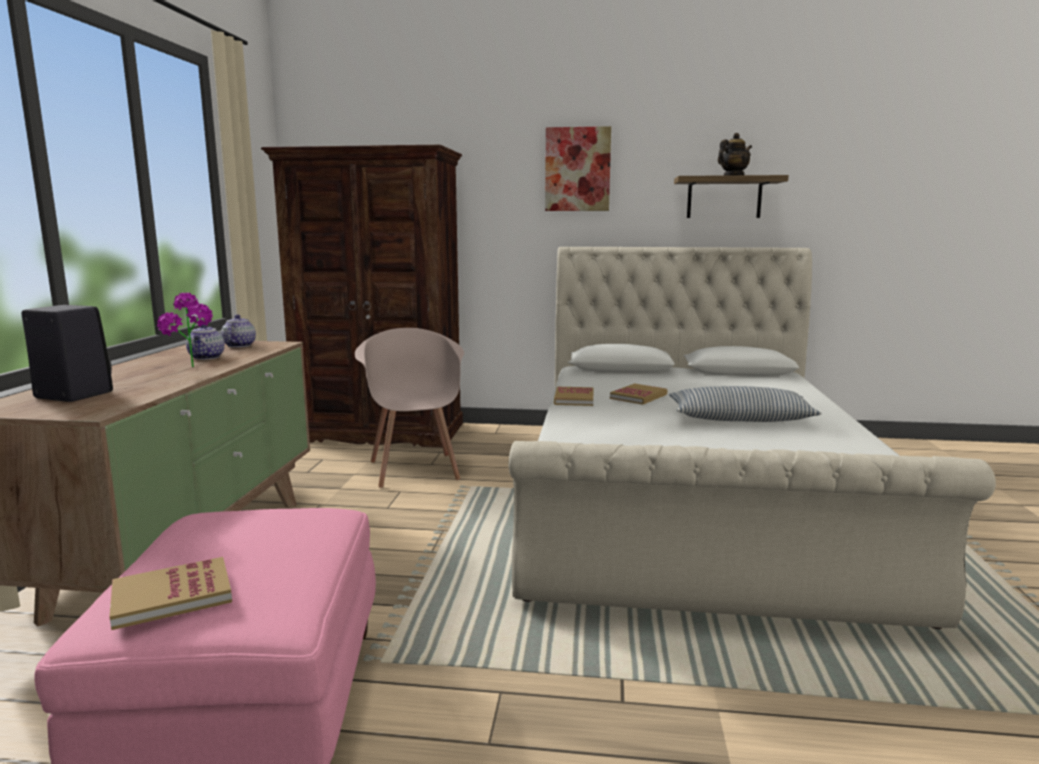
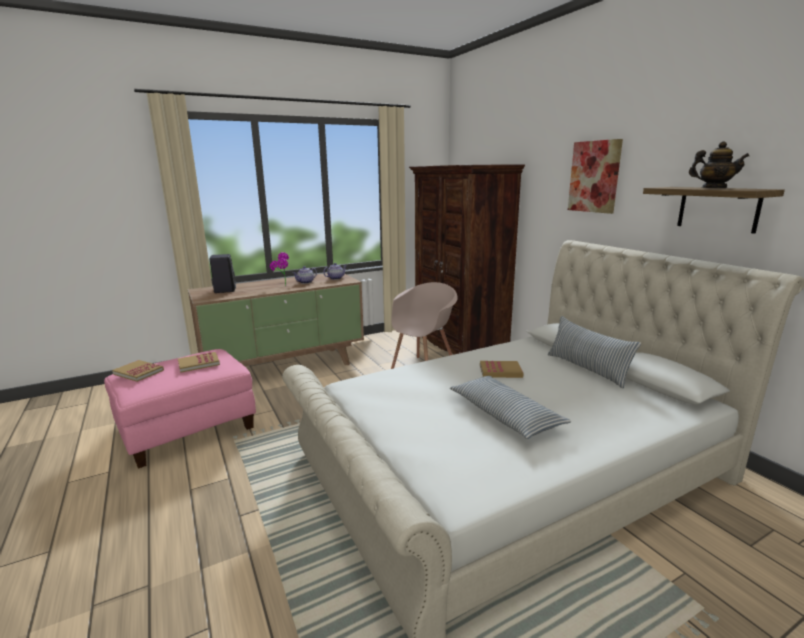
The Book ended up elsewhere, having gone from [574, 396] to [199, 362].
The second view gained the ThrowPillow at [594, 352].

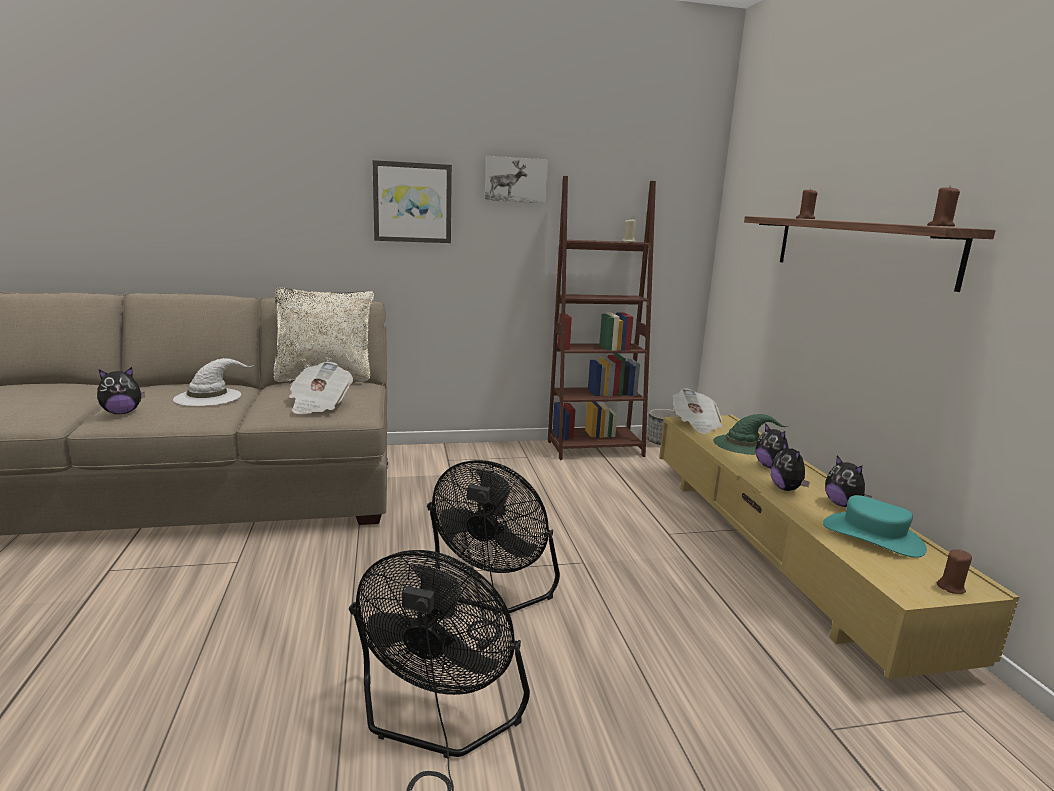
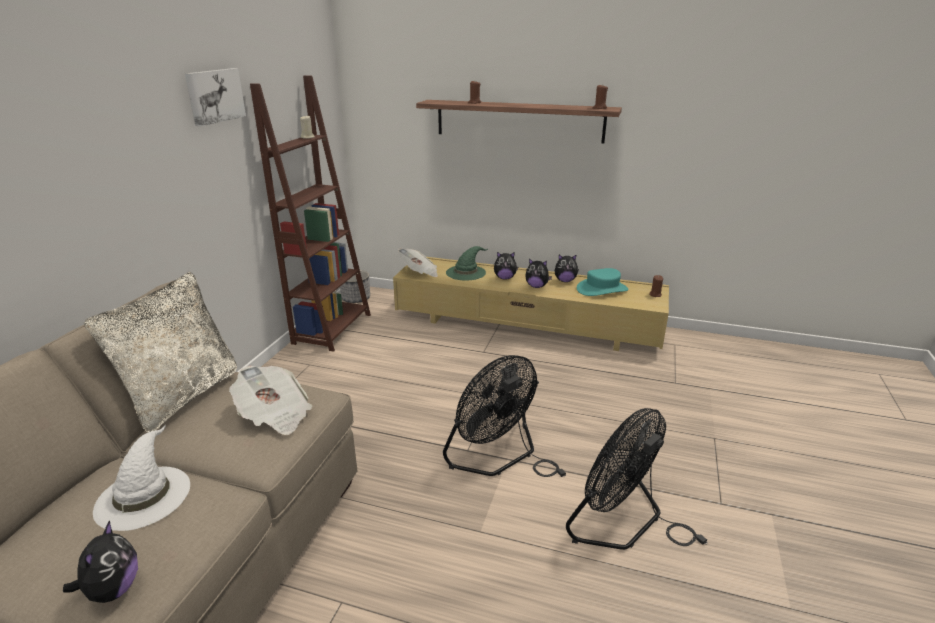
The second view lost the Picture at [412, 201].

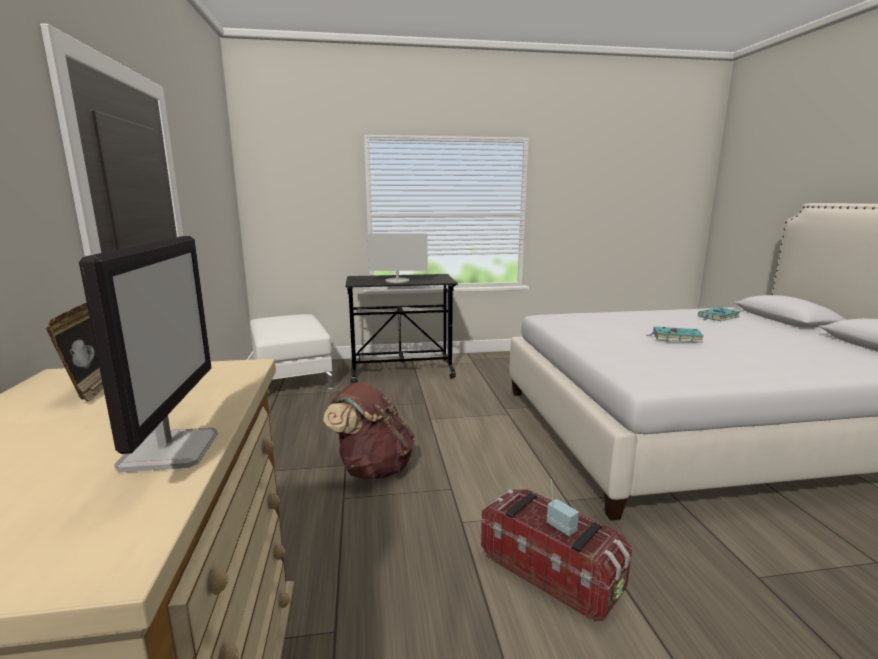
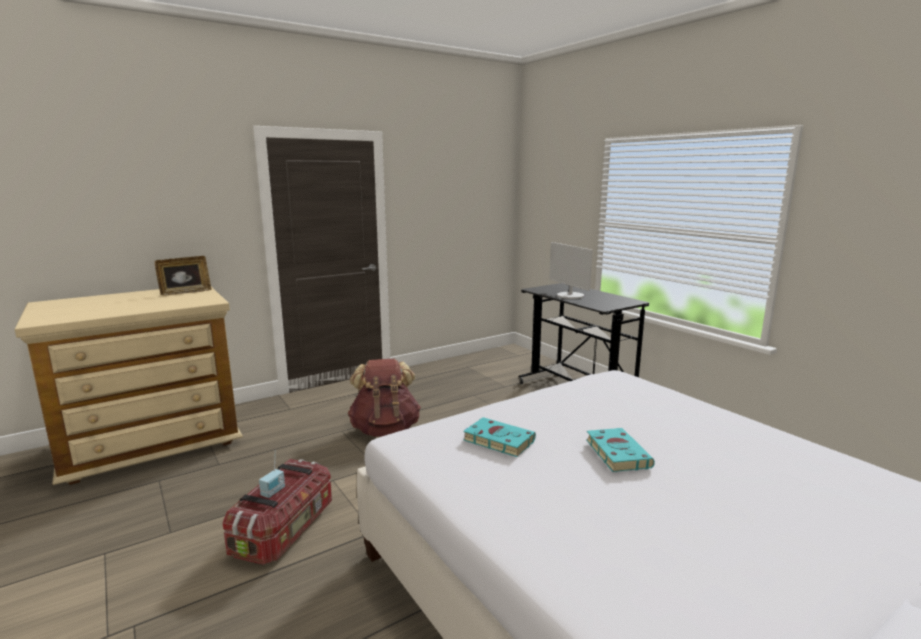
The second view lost the ComputerScreen at [148, 354].
The second view lost the WhitishOttoman at [291, 351].
The TurquoiseBook ended up elsewhere, having gone from [719, 314] to [499, 437].

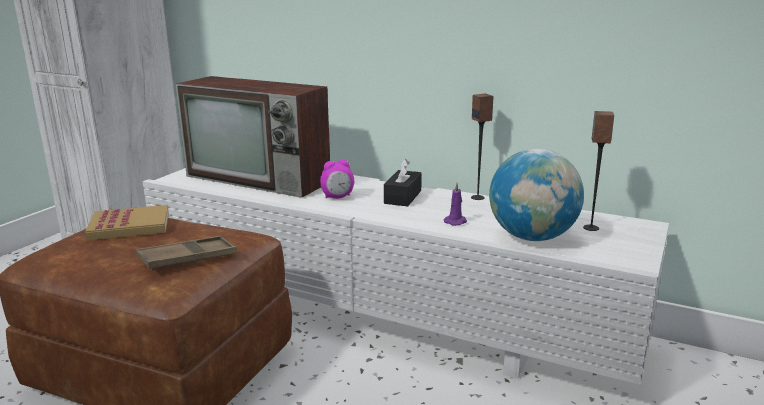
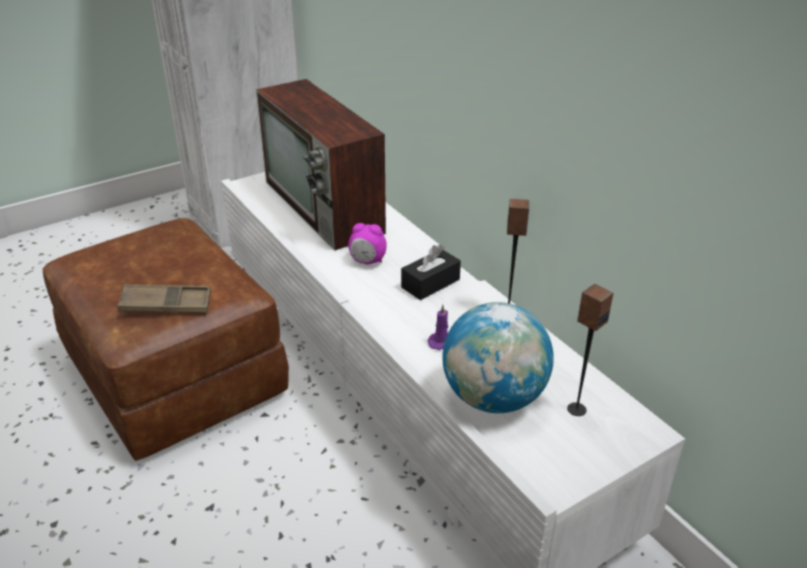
The second view lost the Book at [127, 222].

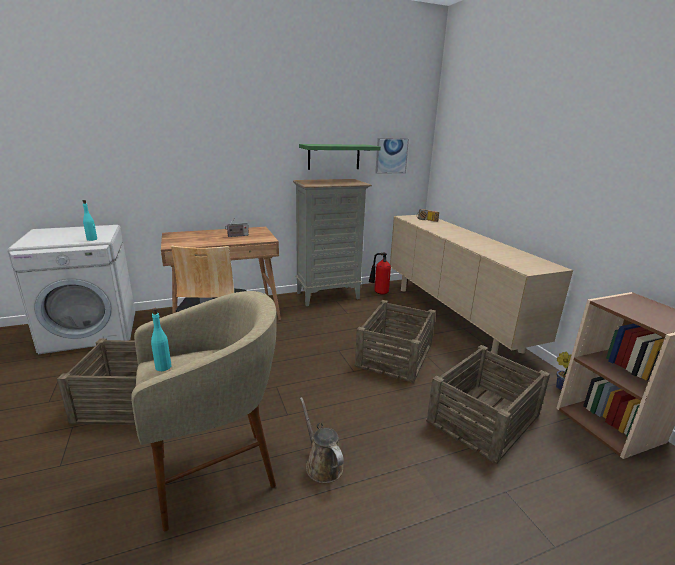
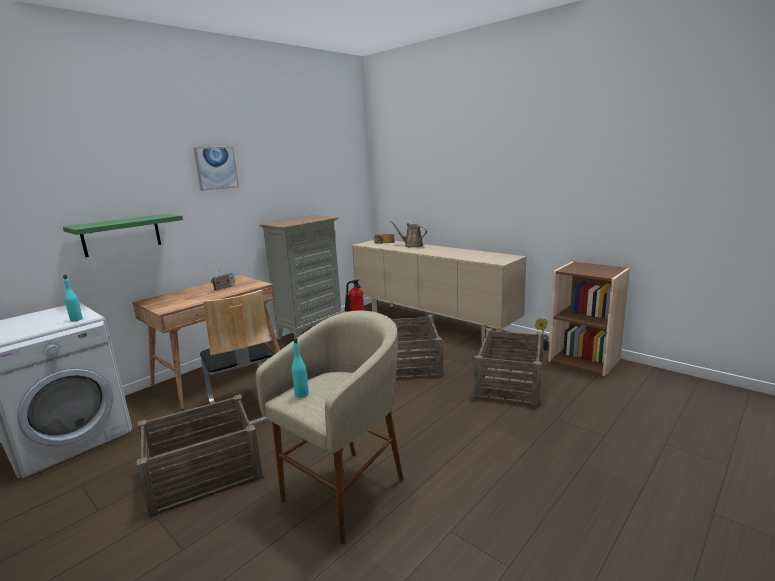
The GreenishShelf ended up elsewhere, having gone from [340, 157] to [123, 235].
The BrownColouredSprinklingCan ended up elsewhere, having gone from [322, 440] to [408, 234].
The Picture ended up elsewhere, having gone from [392, 156] to [216, 169].

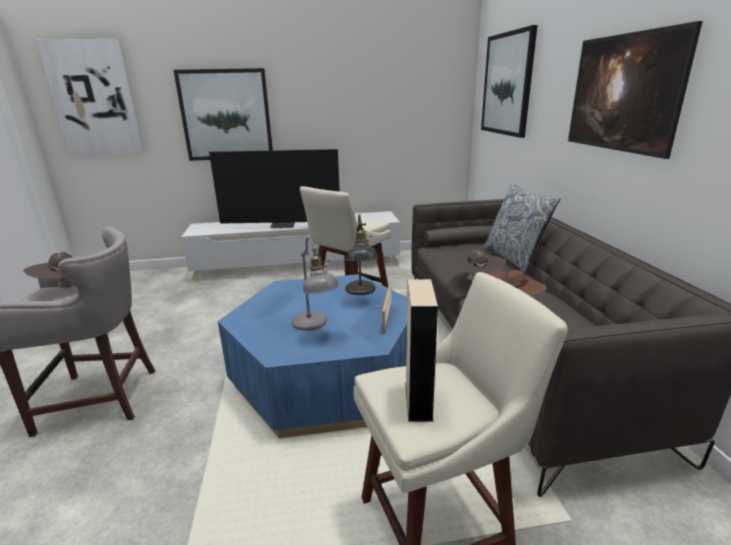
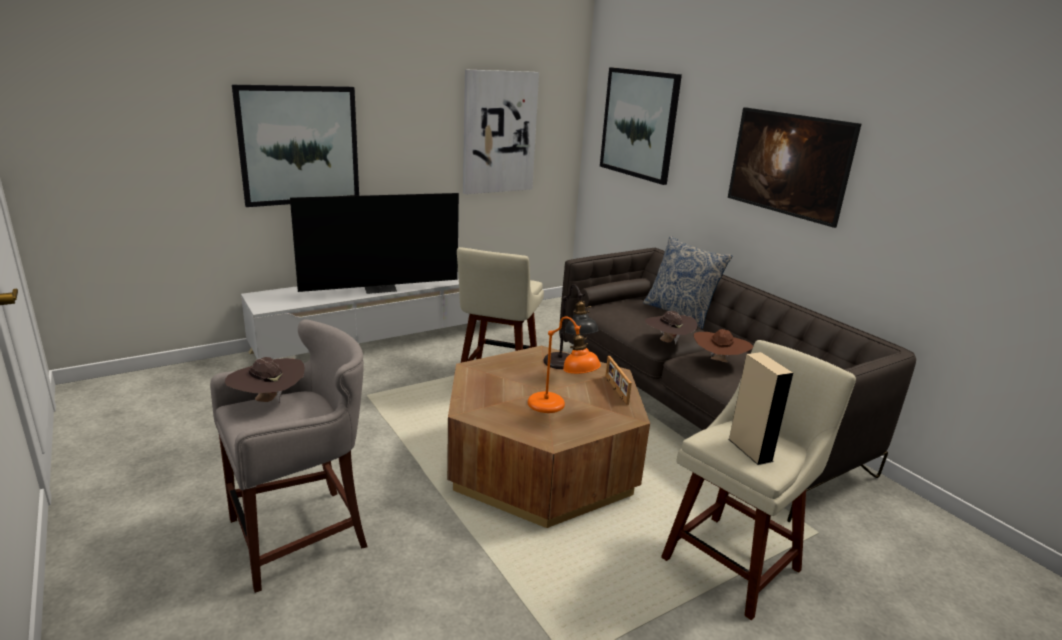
The Picture ended up elsewhere, having gone from [90, 97] to [501, 131].
What was the BlueColouredCoffeeTable at [312, 356] turned into the BrownColouredCoffeeTable at [548, 437].
What was the GreyishTableLamp at [315, 284] turned into the OrangeColouredTableLamp at [564, 365].

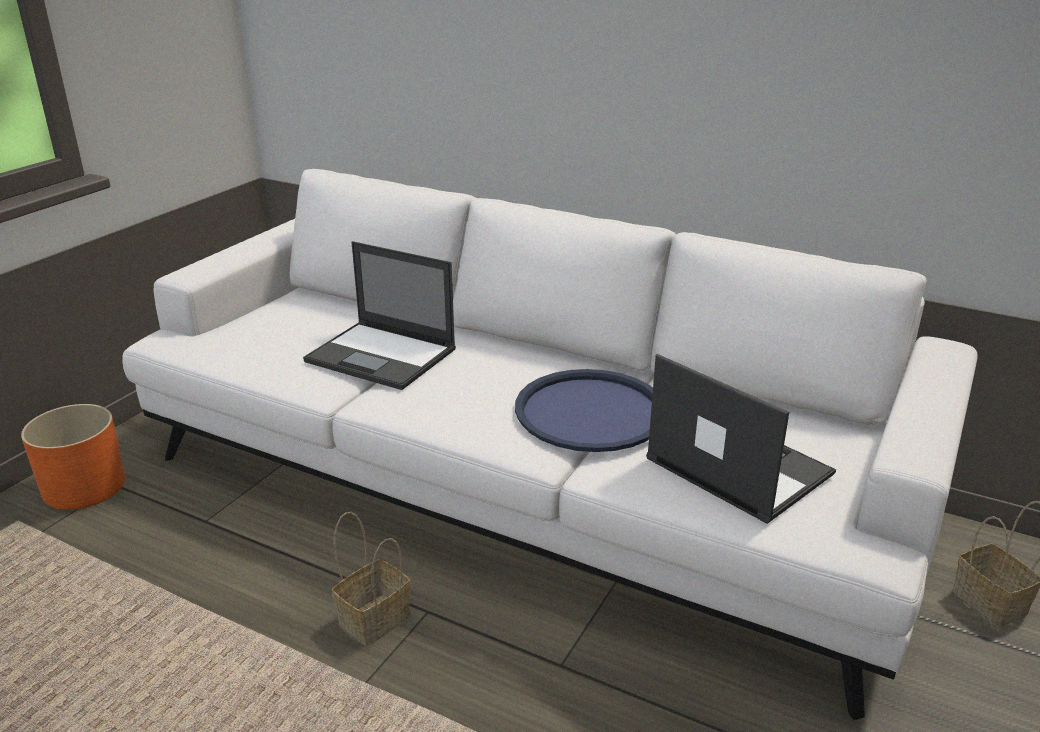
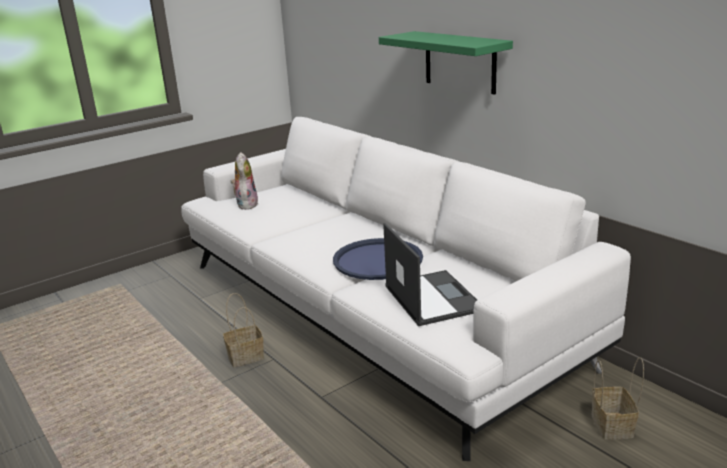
The second view lost the OrangeColouredPlantPot at [73, 457].
The second view lost the Laptop at [379, 315].
The second view gained the CuddlyToy at [244, 181].
The second view gained the GreenishShelf at [446, 63].

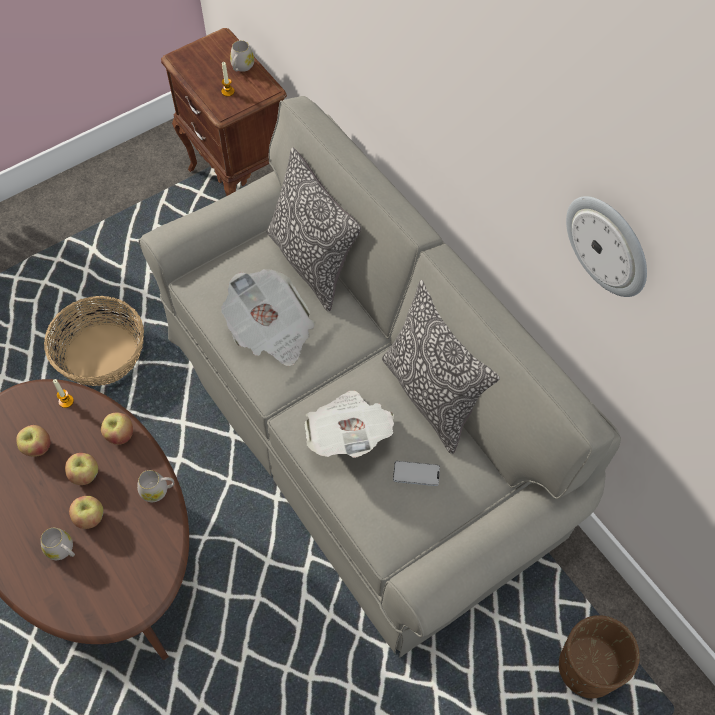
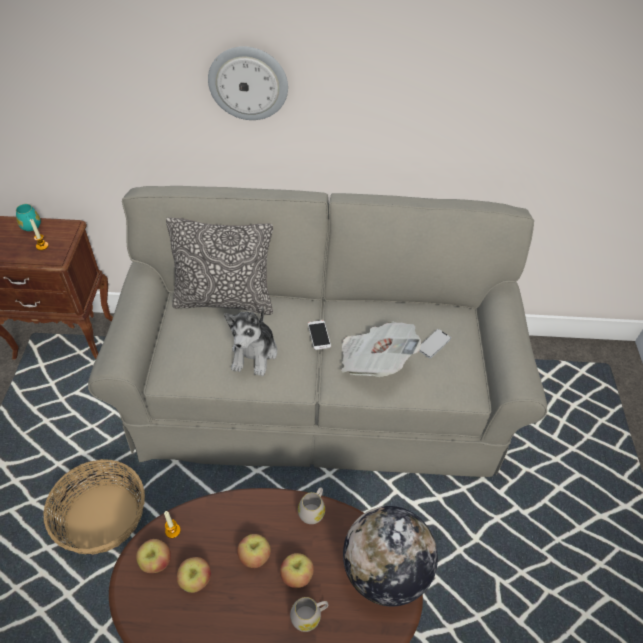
The AppleFruit ended up elsewhere, having gone from [117, 429] to [153, 556].
Where the PrintedPaper stood at [268, 317], the CuddlyToy came to stand at [250, 341].
What was the WhitishMug at [242, 56] turned into the TurquoiseMug at [28, 217].
The second view lost the ThrowPillow at [441, 367].
The second view lost the BrownColouredPlantPot at [599, 656].
The WallClock ended up elsewhere, having gone from [606, 246] to [248, 83].
The second view gained the Handset at [319, 335].
The second view gained the WorldGlobe at [390, 556].

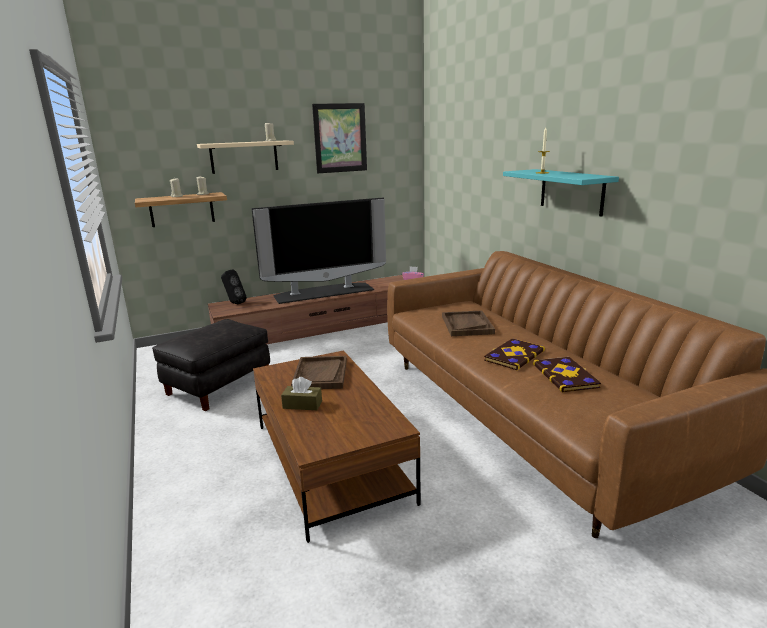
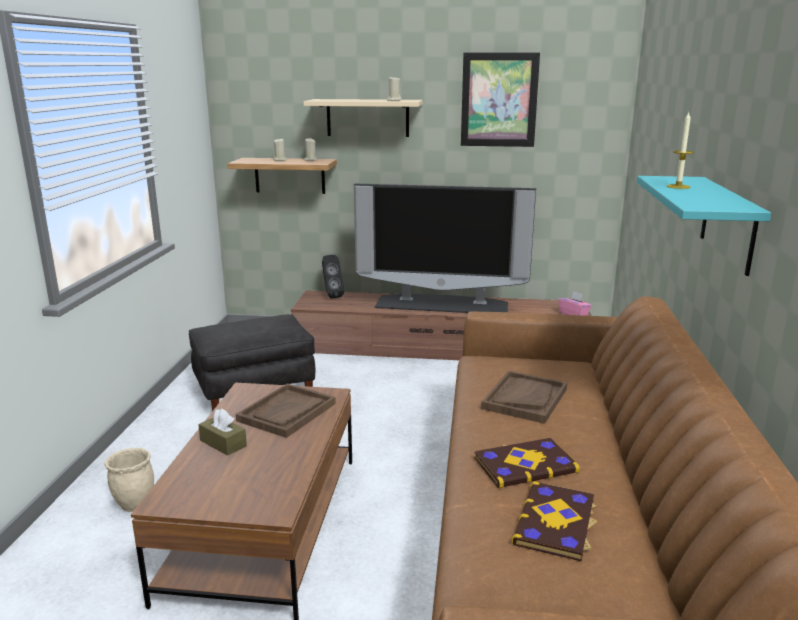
The second view gained the BeigeColouredPlantPot at [129, 480].

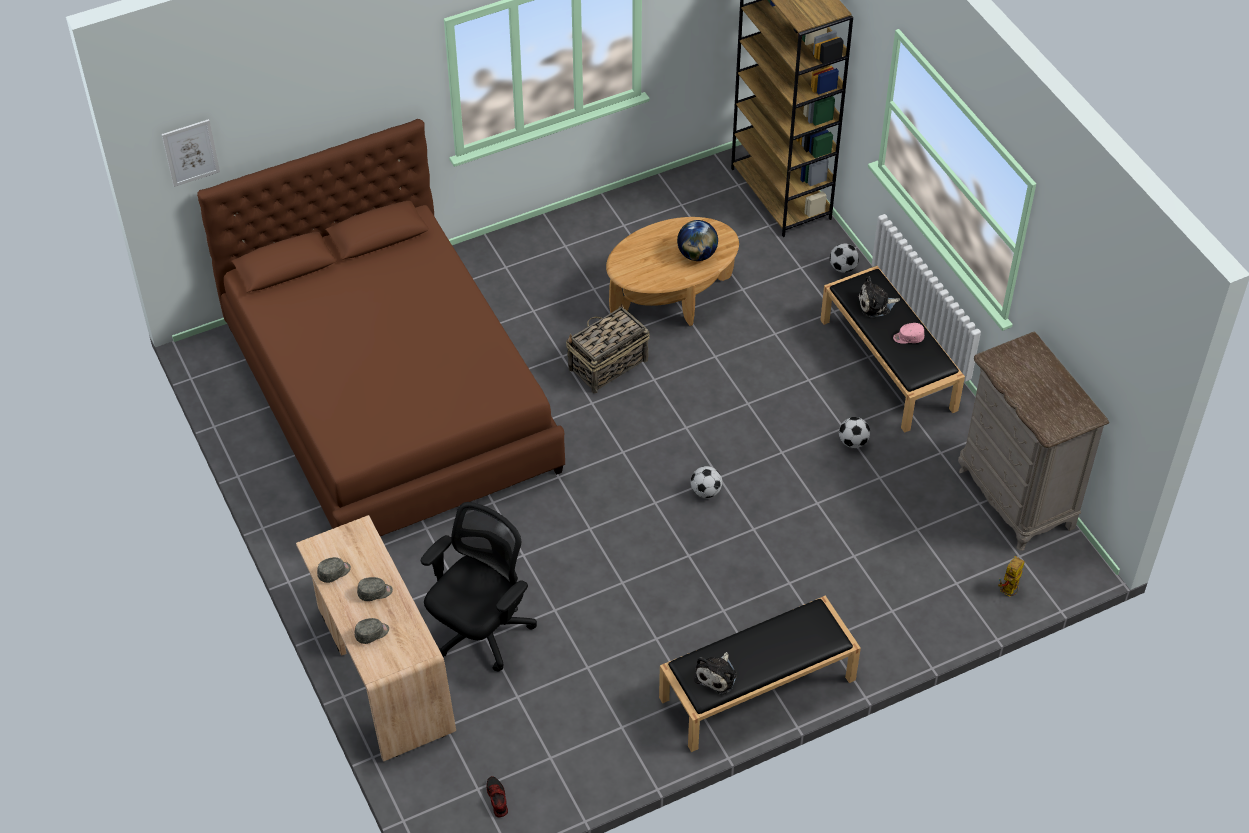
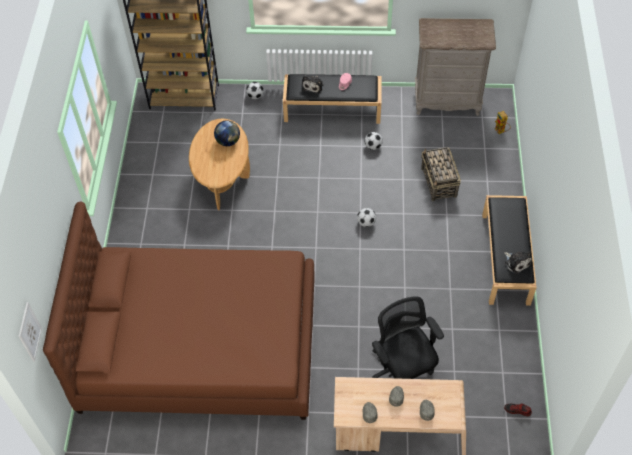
The HouseholdBasket ended up elsewhere, having gone from [608, 348] to [441, 174].

